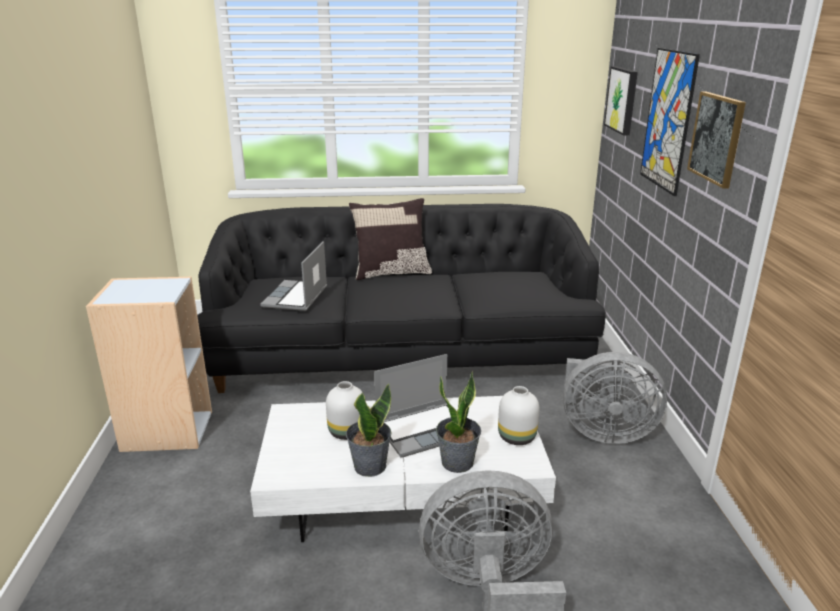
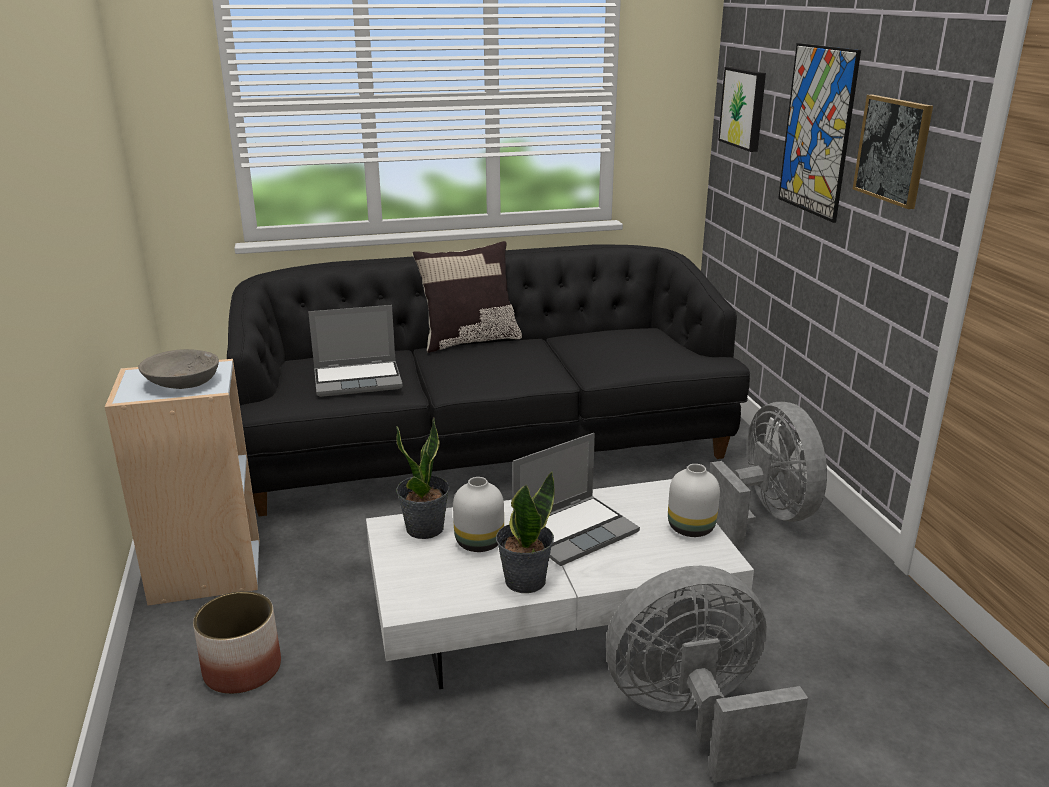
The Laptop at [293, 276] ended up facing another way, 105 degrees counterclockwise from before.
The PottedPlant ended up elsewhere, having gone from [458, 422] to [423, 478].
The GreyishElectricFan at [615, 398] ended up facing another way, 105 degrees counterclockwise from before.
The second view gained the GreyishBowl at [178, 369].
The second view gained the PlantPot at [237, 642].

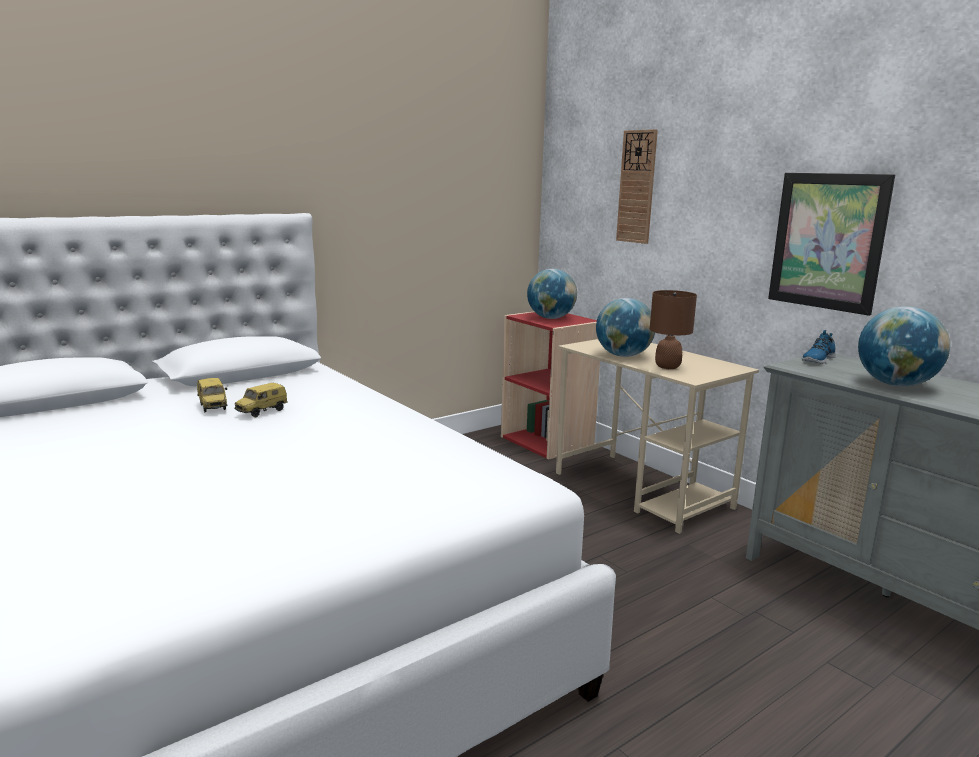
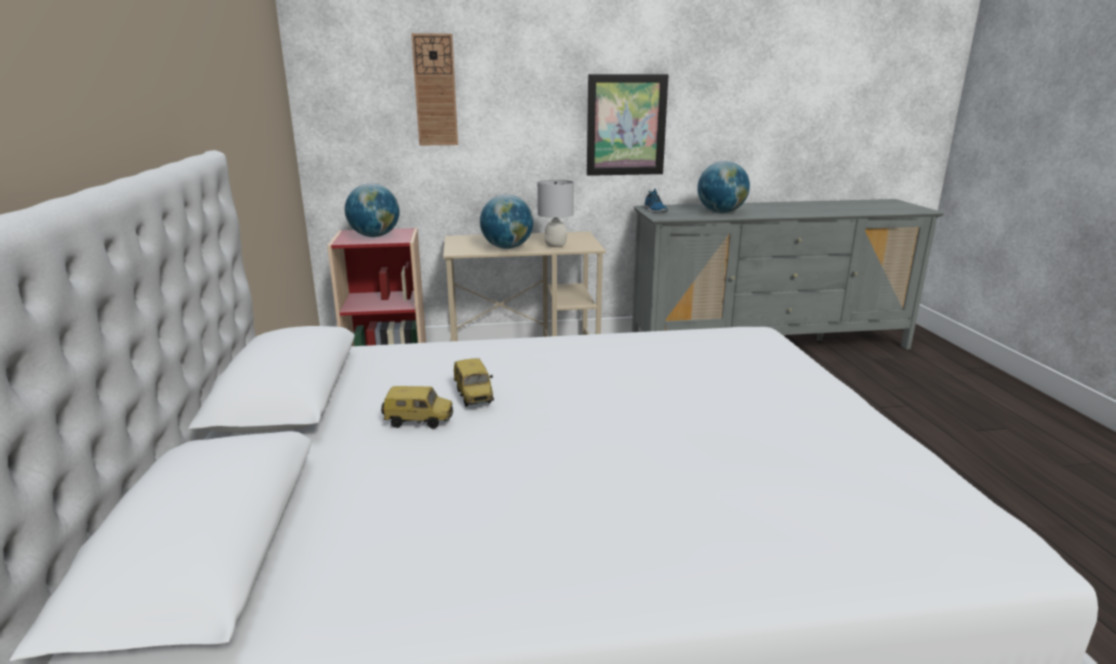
What was the BrownColouredTableLamp at [673, 329] turned into the GreyishTableLamp at [555, 213].

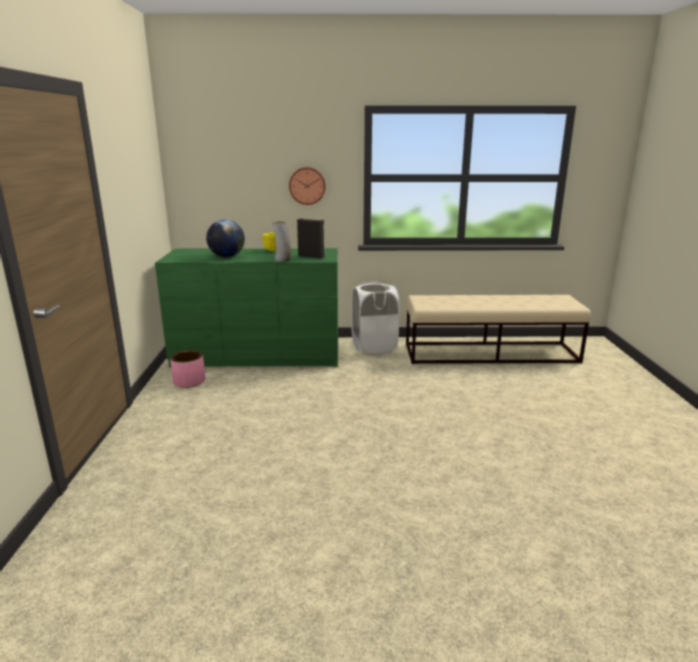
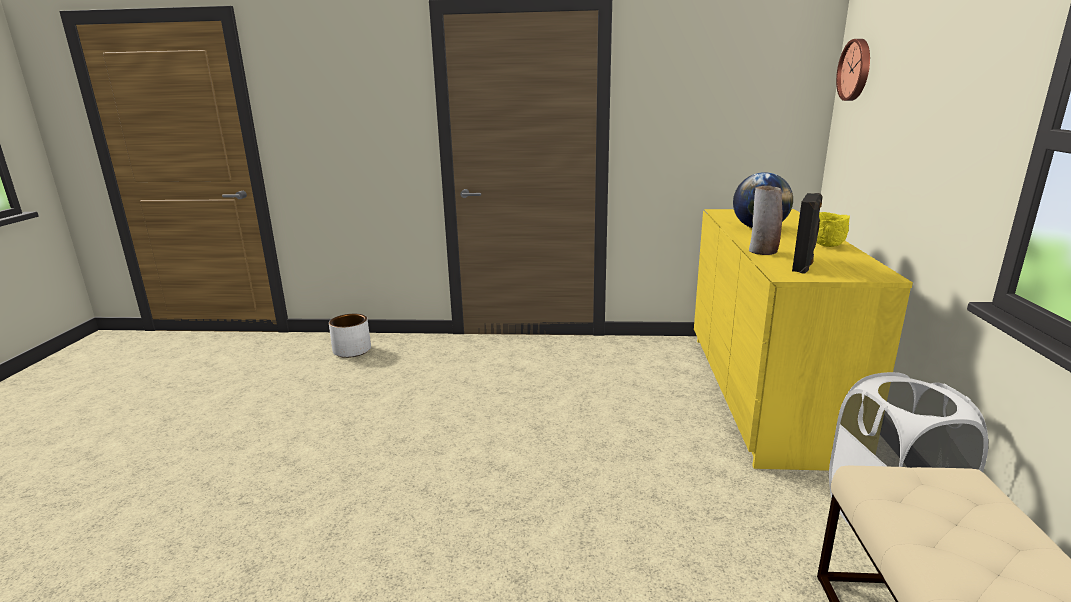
What was the GreenishDrawerChest at [246, 308] turned into the YellowDrawerChest at [803, 340].
The second view lost the PinkPlantPot at [188, 369].
The WallClock ended up elsewhere, having gone from [307, 186] to [853, 70].
The second view gained the WhitishPlantPot at [350, 336].

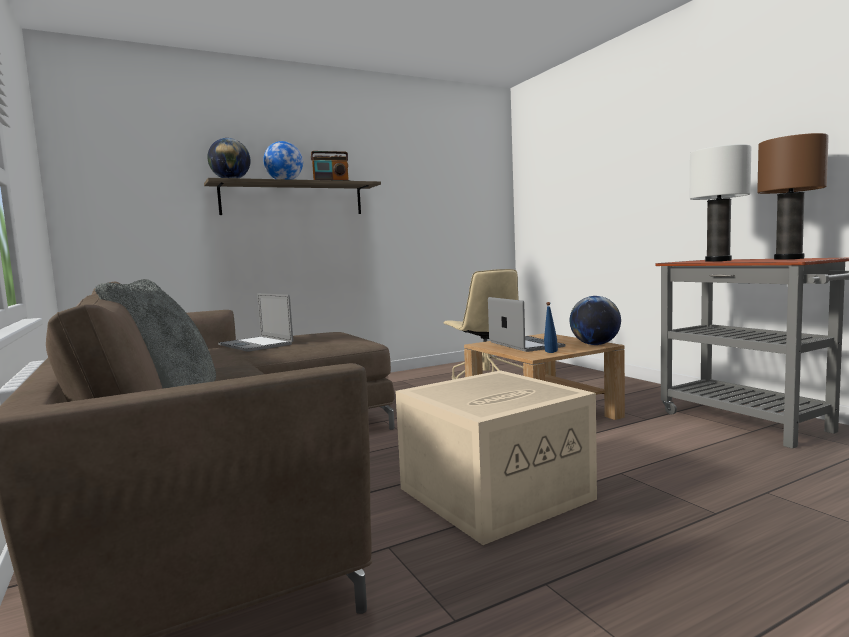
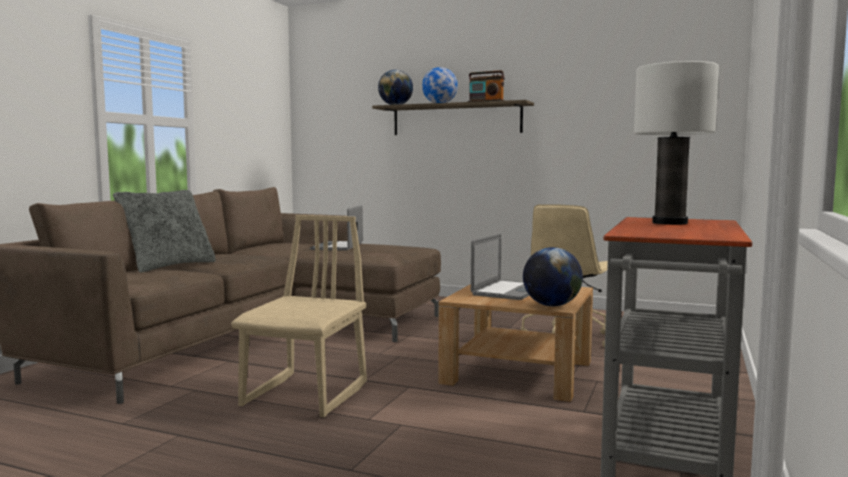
Where the BeigeColouredStorageBox stood at [496, 457], the BeigeColouredChair came to stand at [299, 316].
The second view lost the BlueColouredDrinkBottle at [551, 327].
The second view lost the BrownColouredTableLamp at [793, 196].

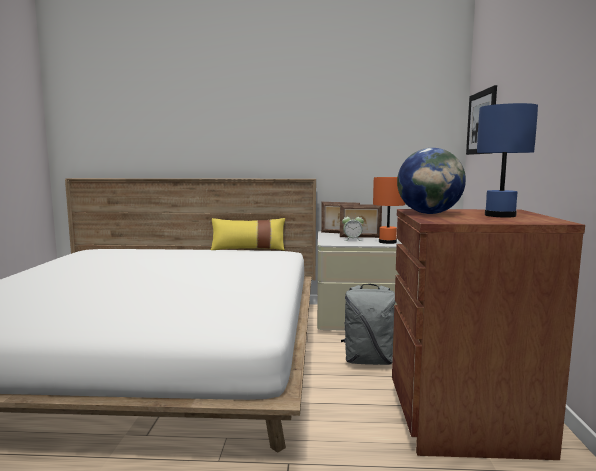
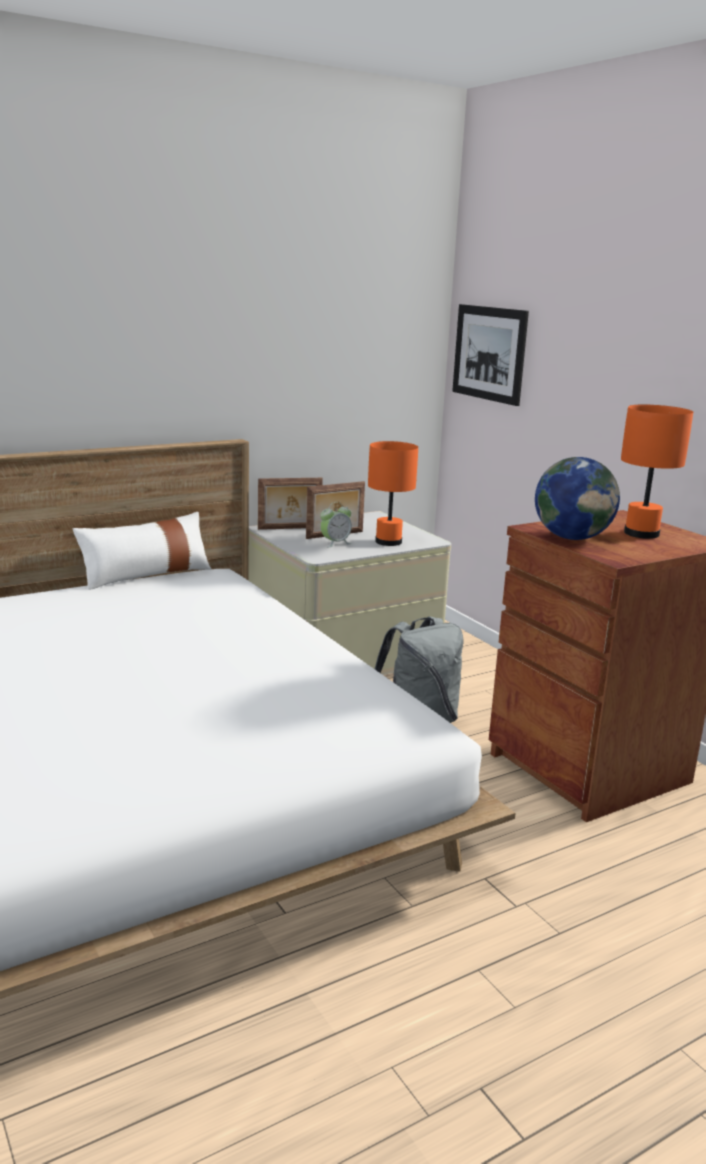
What was the YellowThrowPillow at [248, 234] turned into the WhitishThrowPillow at [142, 551].
What was the BlueColouredTableLamp at [507, 160] turned into the OrangeColouredTableLamp at [657, 472].

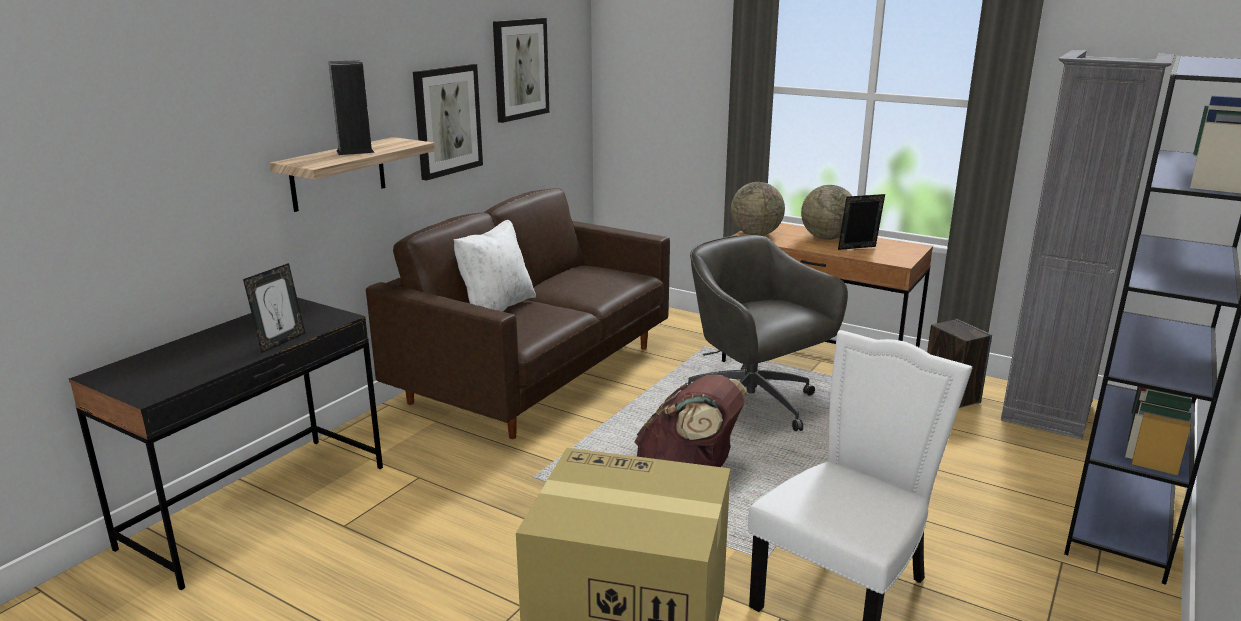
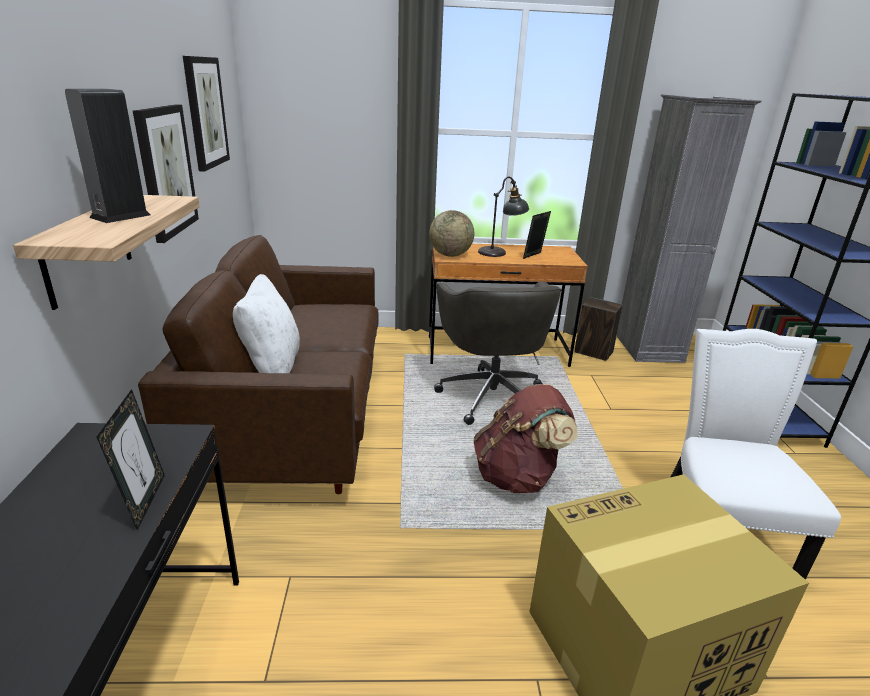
The GreyishOfficeChair at [765, 333] ended up facing another way, 120 degrees counterclockwise from before.
Where the WorldGlobe stood at [826, 212], the GreyishTableLamp came to stand at [503, 217].

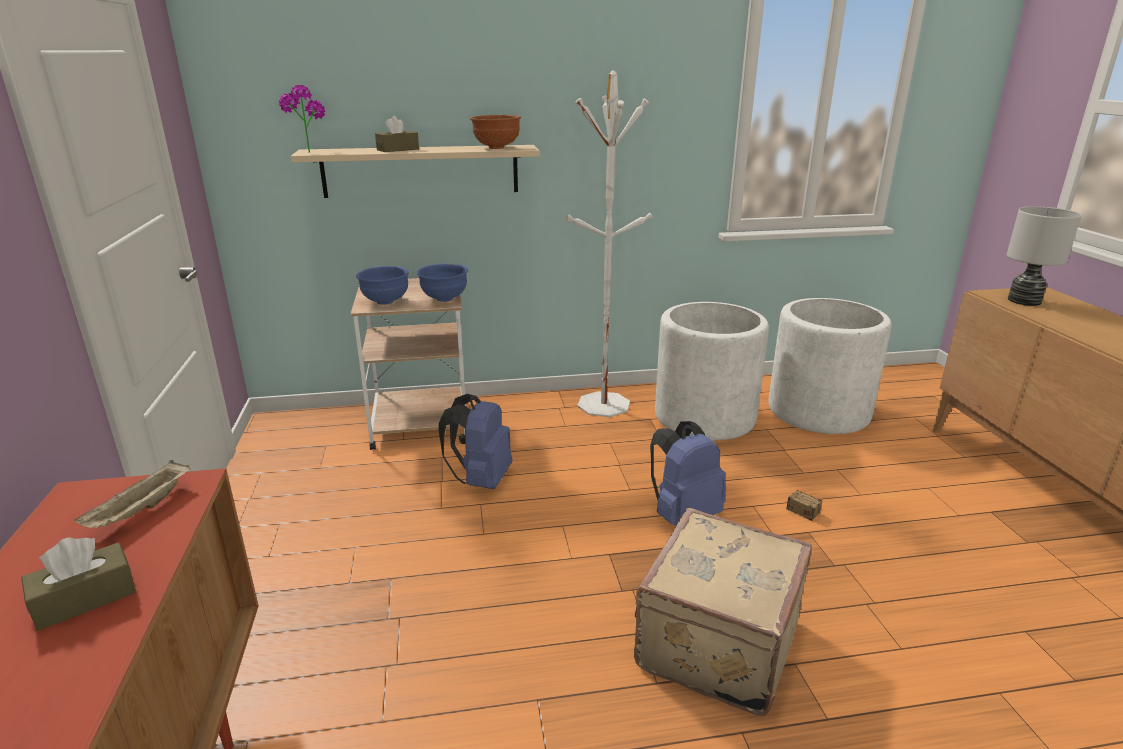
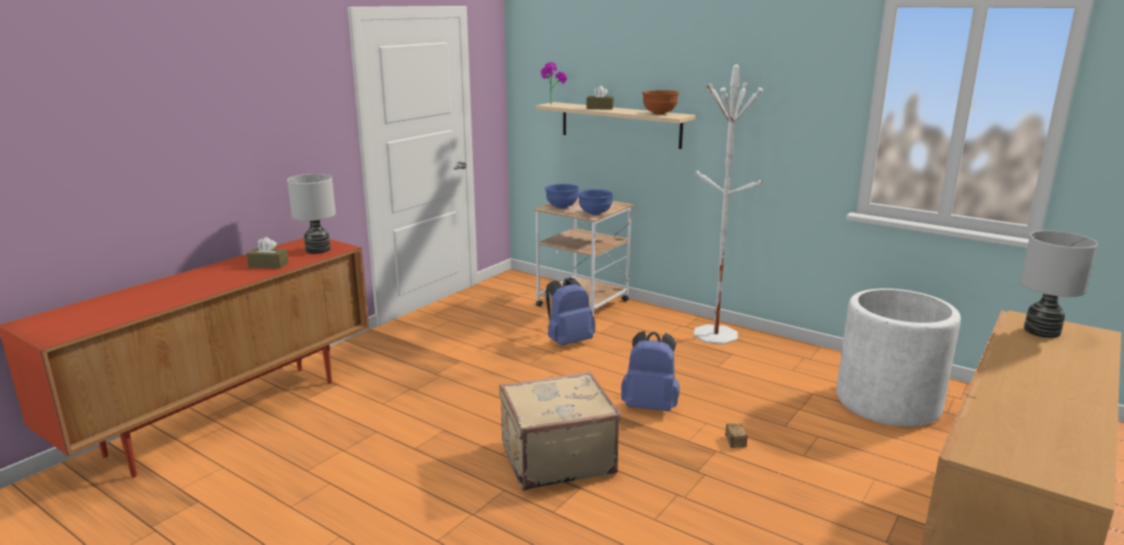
Where the BeigeColouredTray stood at [132, 494], the GreyishTableLamp came to stand at [311, 214].
The second view lost the WhitishPlantPot at [712, 371].

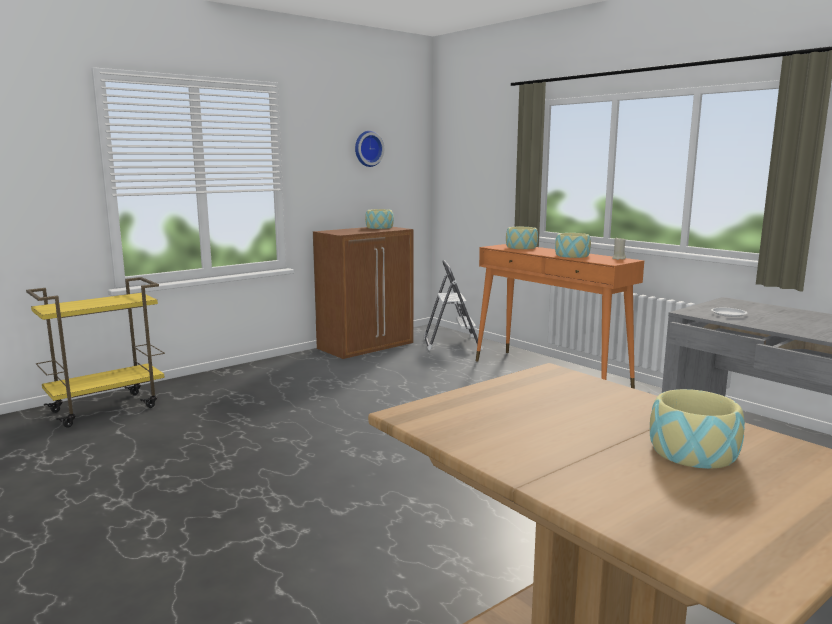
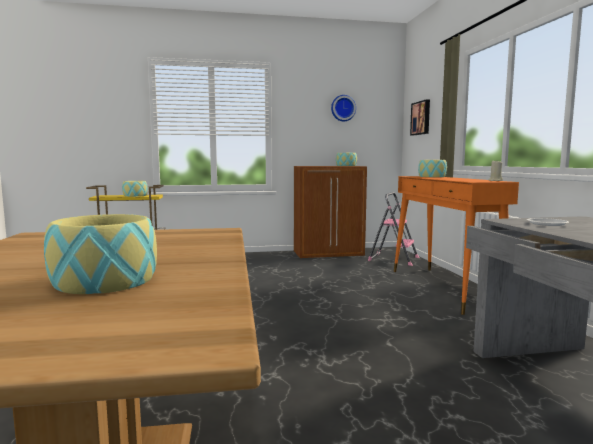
What was the WhitishStepLadder at [453, 305] turned into the PinkStepLadder at [394, 229].
The Bowl ended up elsewhere, having gone from [573, 245] to [135, 189].
The second view gained the Picture at [420, 117].

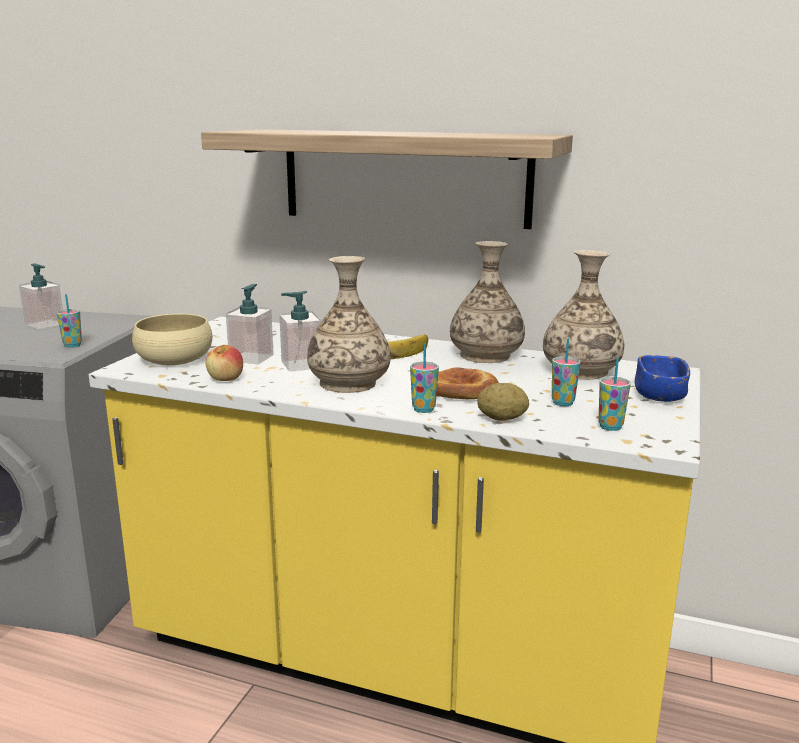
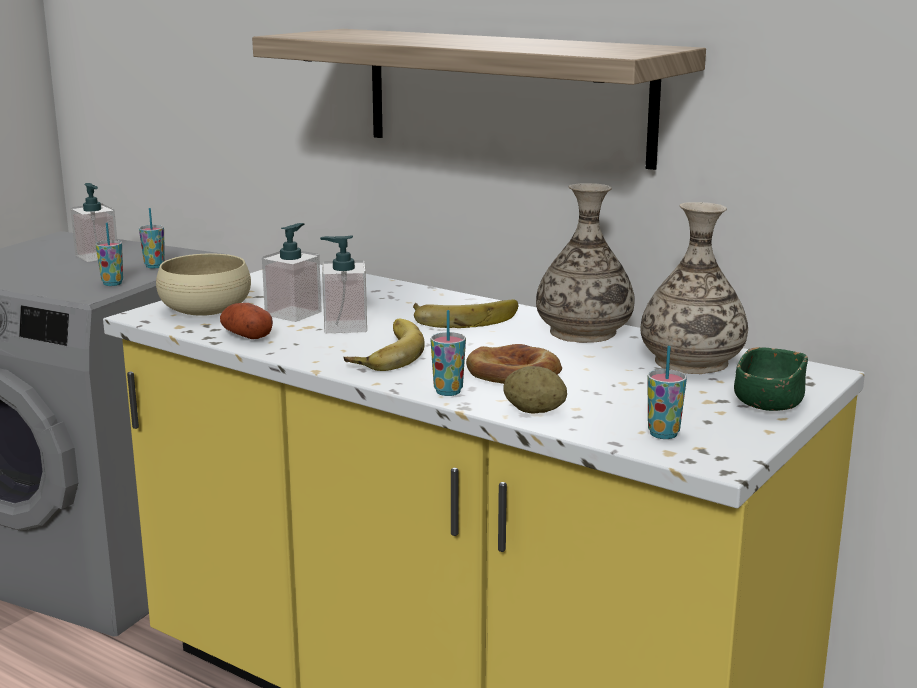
Where the AppleFruit stood at [224, 363], the Potato came to stand at [246, 321].
Where the DecorativeVase stood at [349, 324], the Banana came to stand at [384, 344].
The SmallCup ended up elsewhere, having gone from [566, 372] to [152, 238].
What was the BlueColouredBowl at [662, 378] turned into the GreenishBowl at [771, 379].

